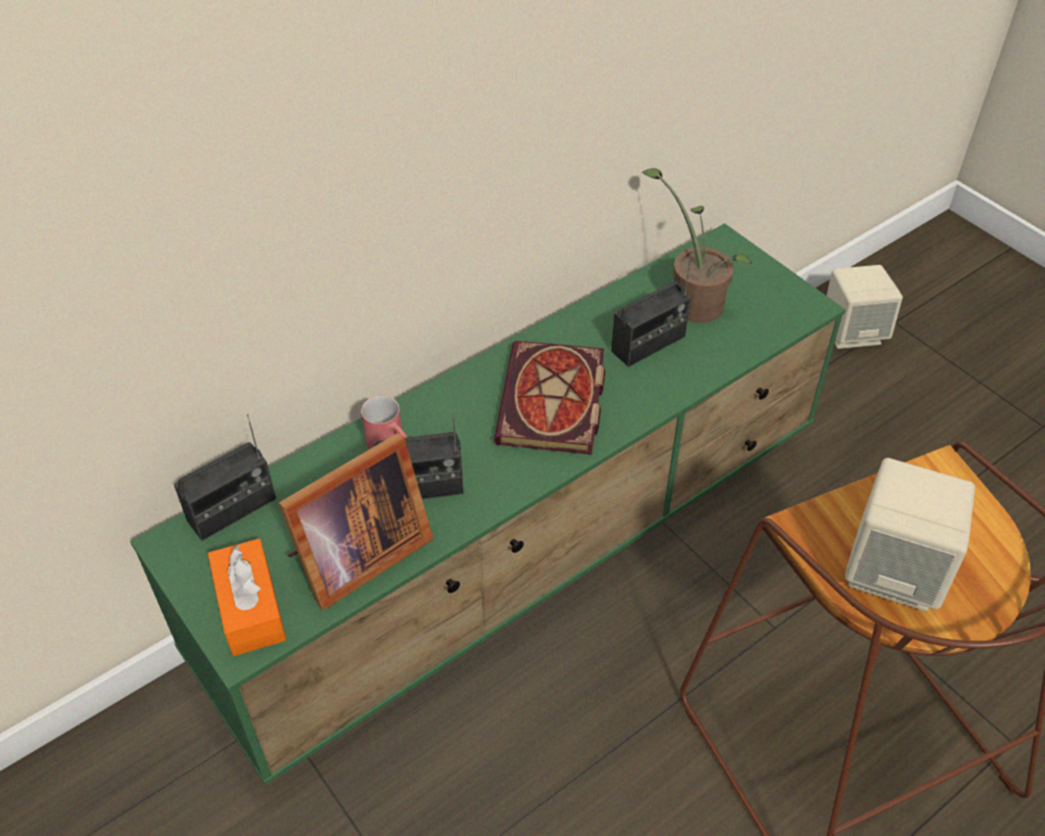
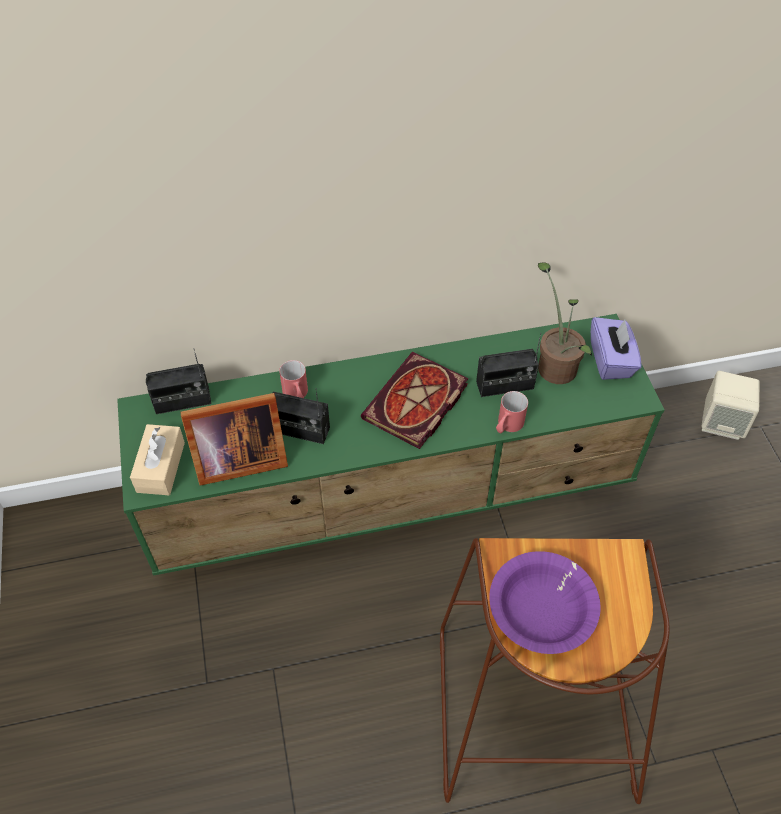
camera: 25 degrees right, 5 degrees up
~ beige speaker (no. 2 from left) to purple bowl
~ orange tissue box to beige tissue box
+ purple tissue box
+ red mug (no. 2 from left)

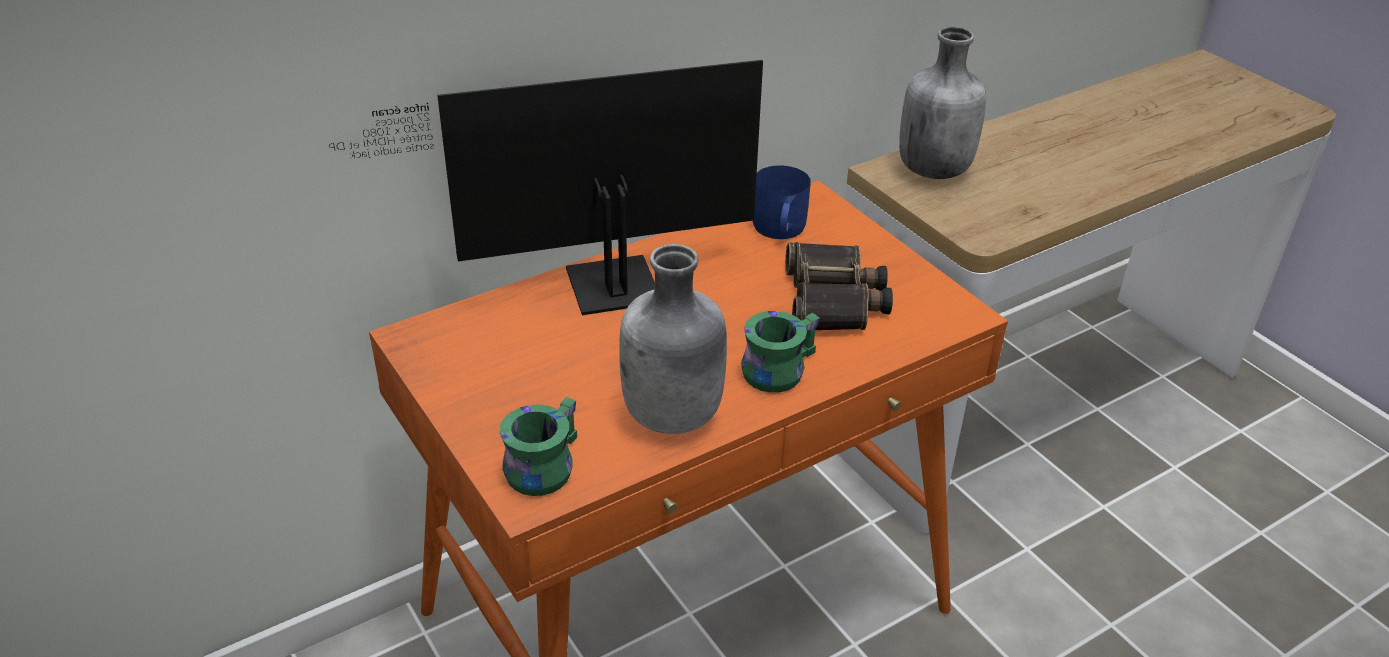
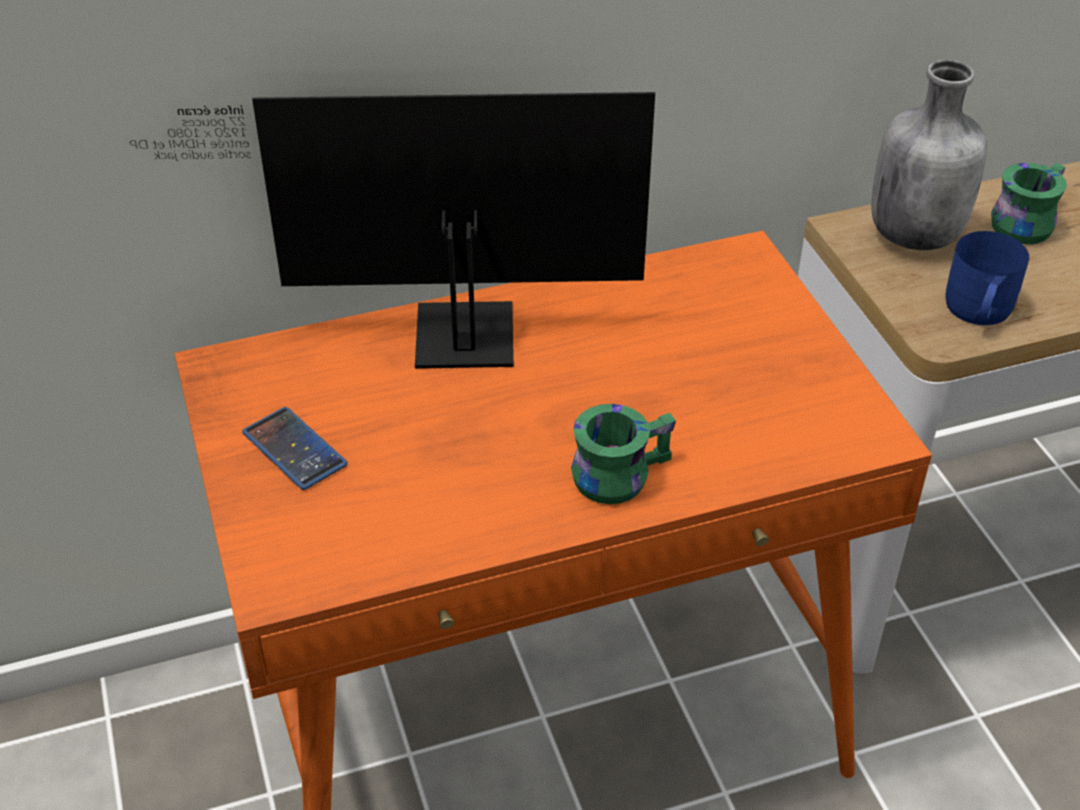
camera: 15 degrees right, 5 degrees up
~ blue mug
- binoculars
- grey bottle (no. 1 from left)
~ green mug (no. 1 from left in the first image) to green mug (no. 2 from left)
+ phone

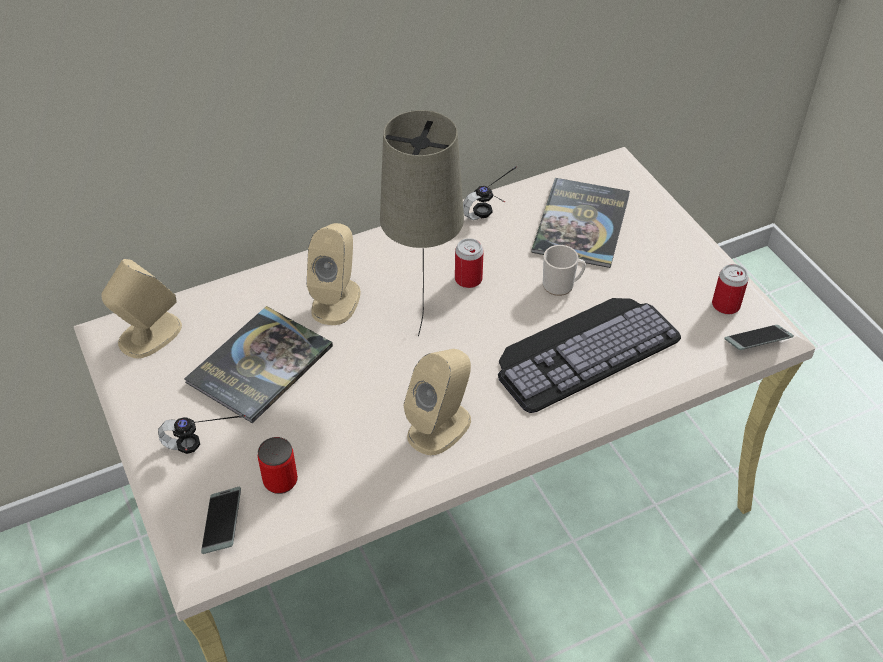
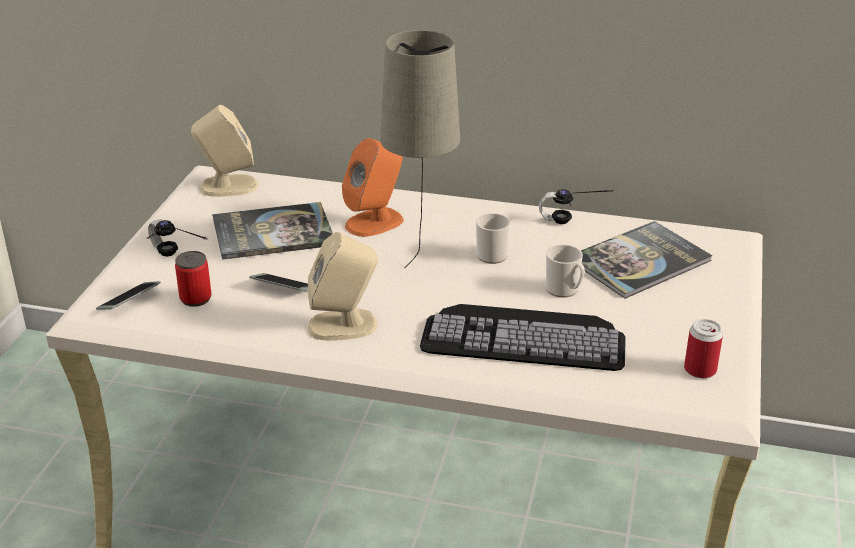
camera: 40 degrees right, 15 degrees down
~ beige speaker (no. 2 from left) to orange speaker
~ can (no. 2 from left) to mug (no. 1 from left)
~ phone (no. 2 from left)

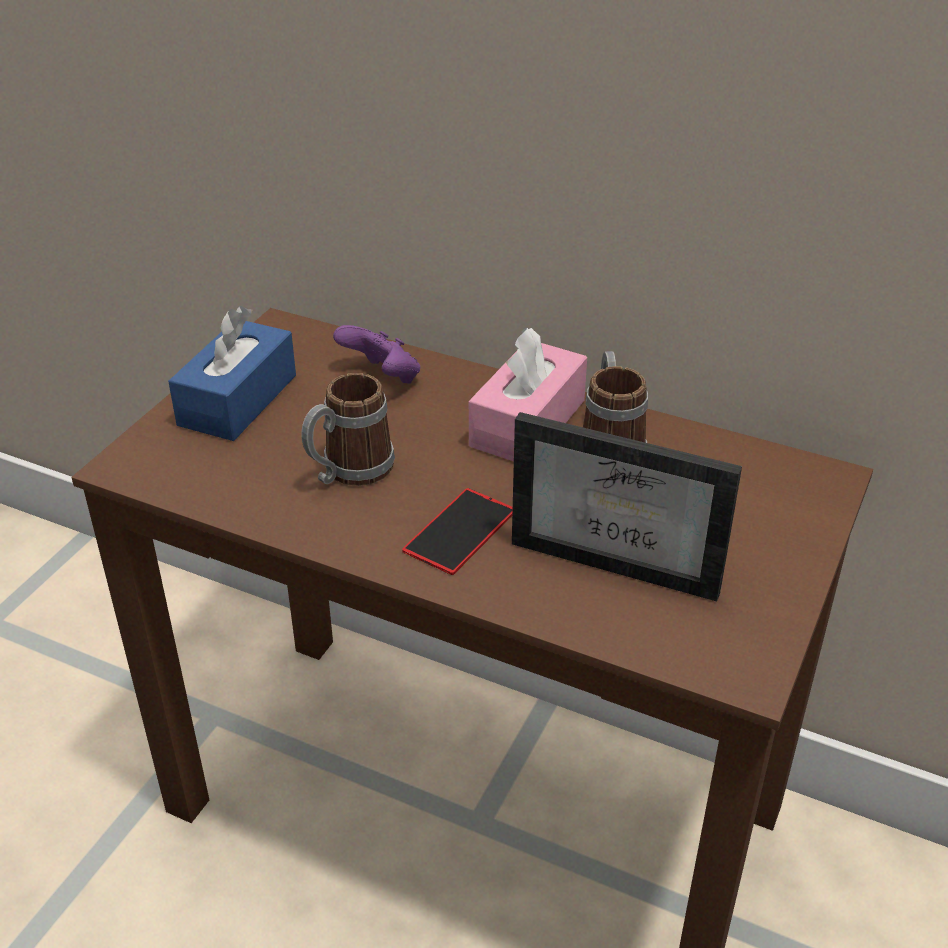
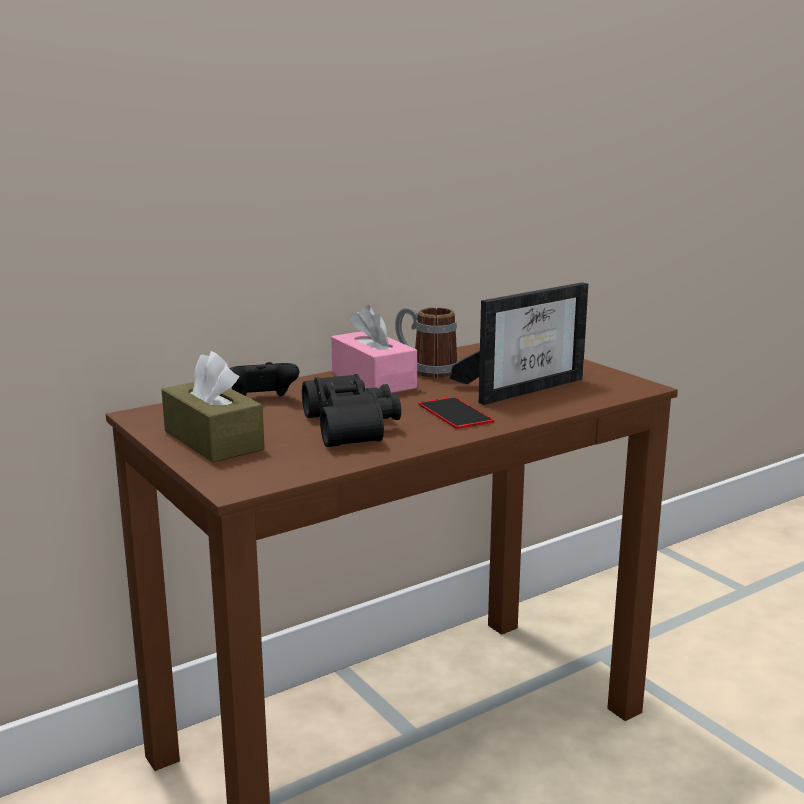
camera: 60 degrees left, 20 degrees down
~ blue tissue box to brown tissue box
~ purple game controller to black game controller
~ mug (no. 1 from left) to black binoculars

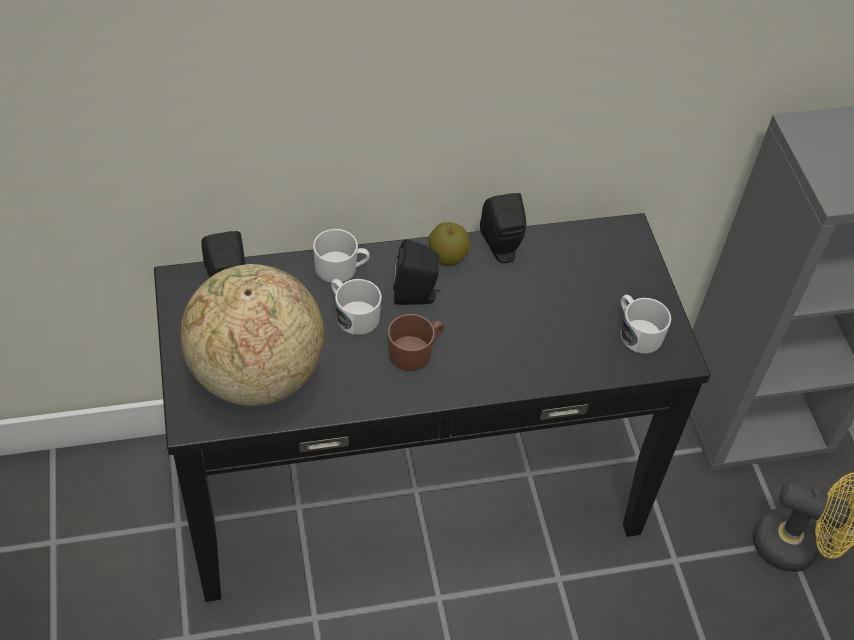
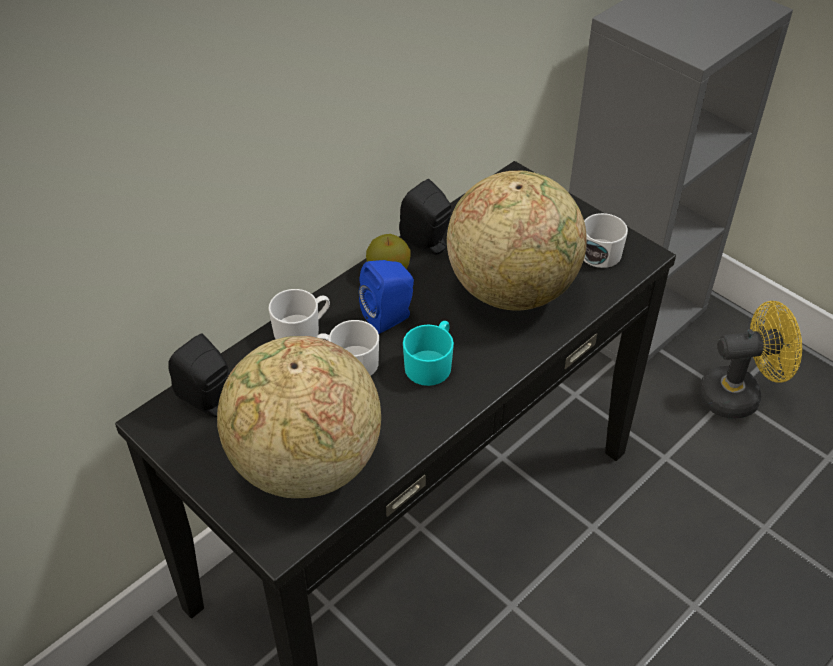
camera: 30 degrees left, 5 degrees down
~ black speaker (no. 2 from left) to blue speaker
~ brown mug to turquoise mug
+ globe (no. 2 from left)

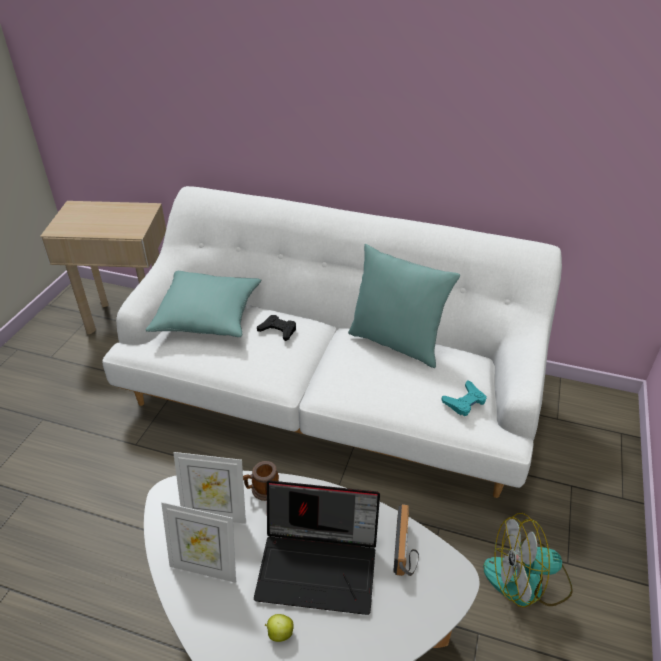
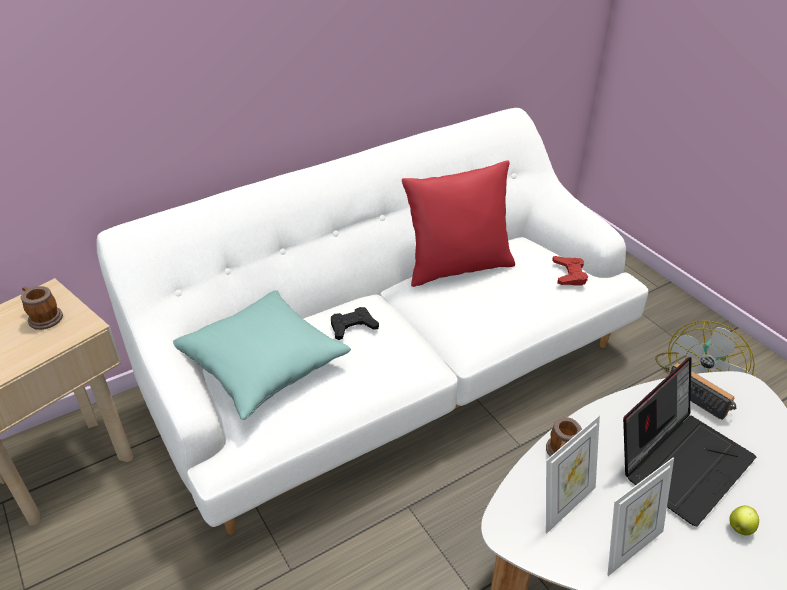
camera: 50 degrees left, 0 degrees up
~ turquoise pillow (no. 2 from left) to red pillow
~ turquoise game controller to red game controller
+ mug (no. 1 from left)

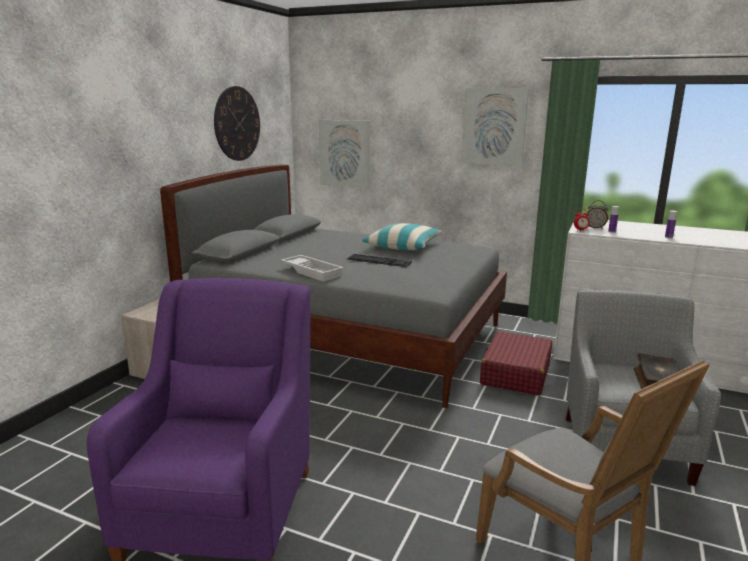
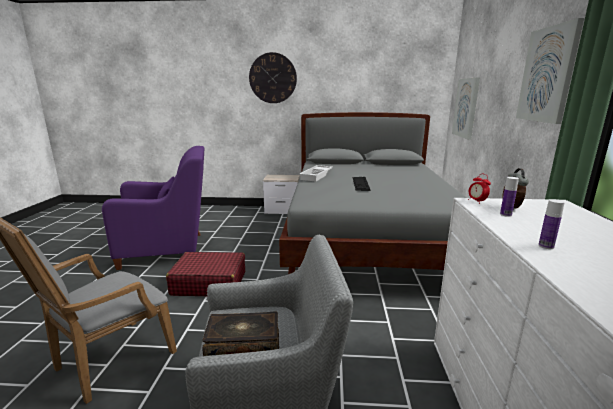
camera: 70 degrees right, 0 degrees up
~ wall clock
- pillow
~ red suitcase

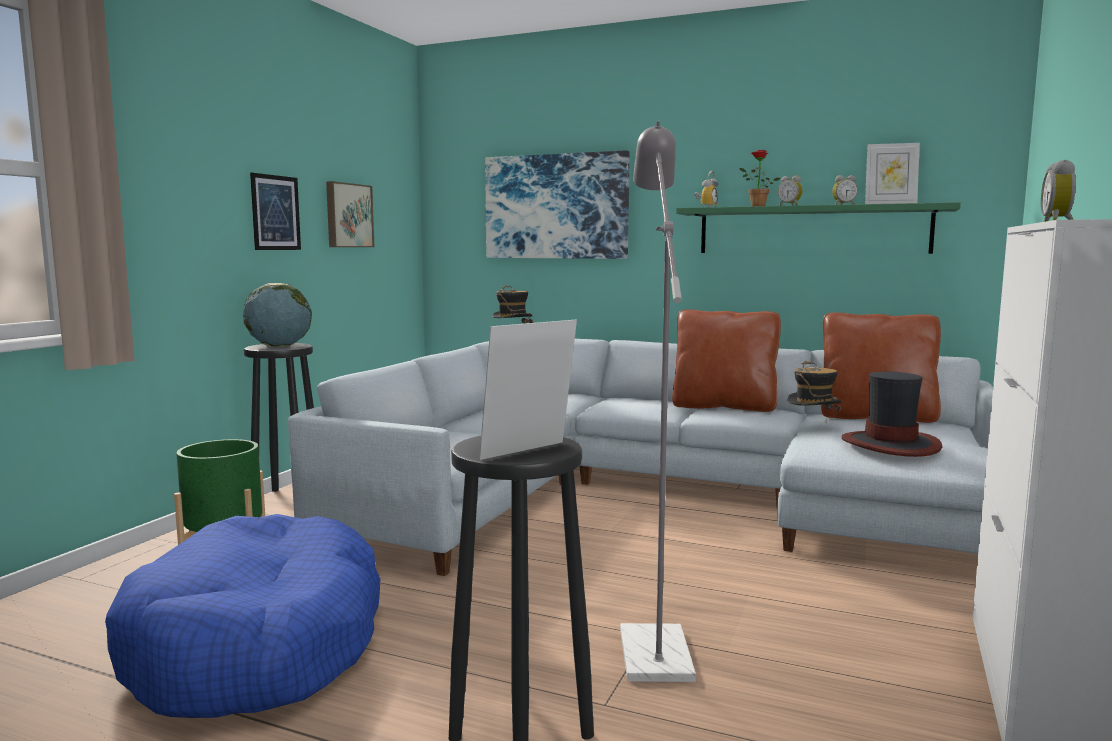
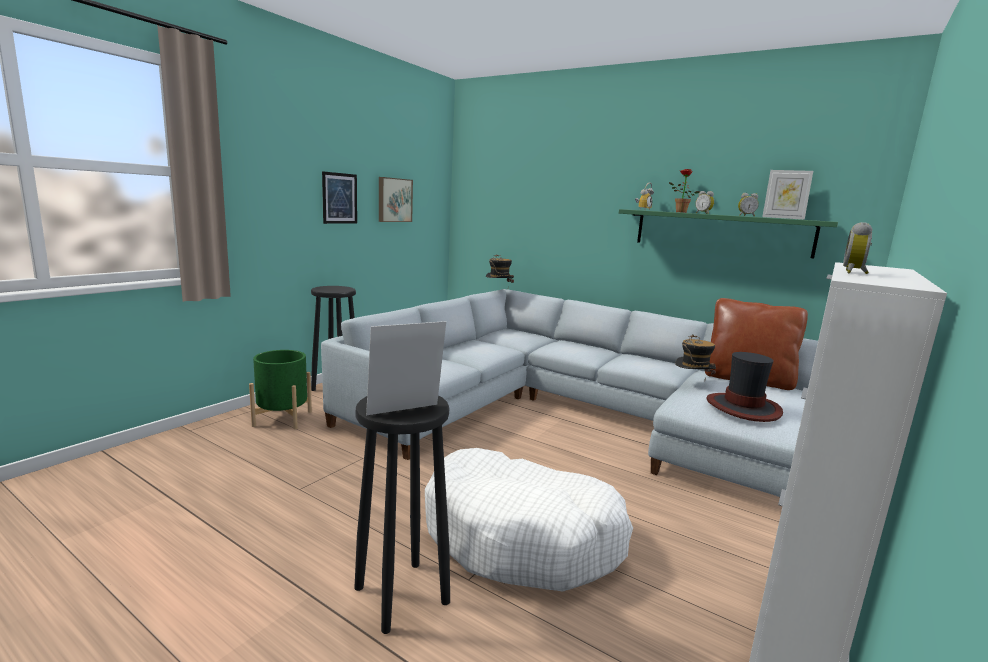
camera: 10 degrees right, 5 degrees up
~ grey floor lamp to white dog bed
- picture (no. 3 from left)
- globe
- brown pillow (no. 1 from left)
- blue dog bed

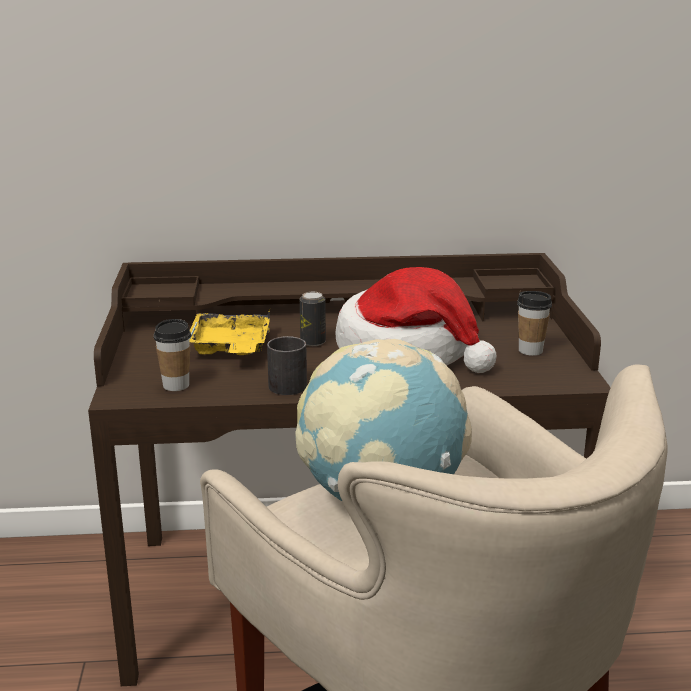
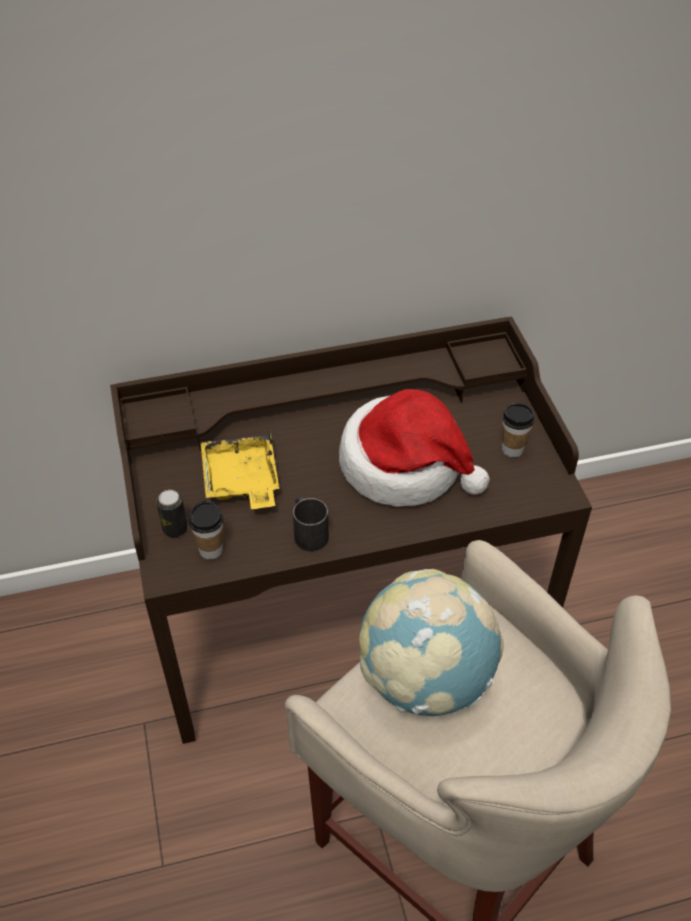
camera: 10 degrees left, 25 degrees up
~ can

